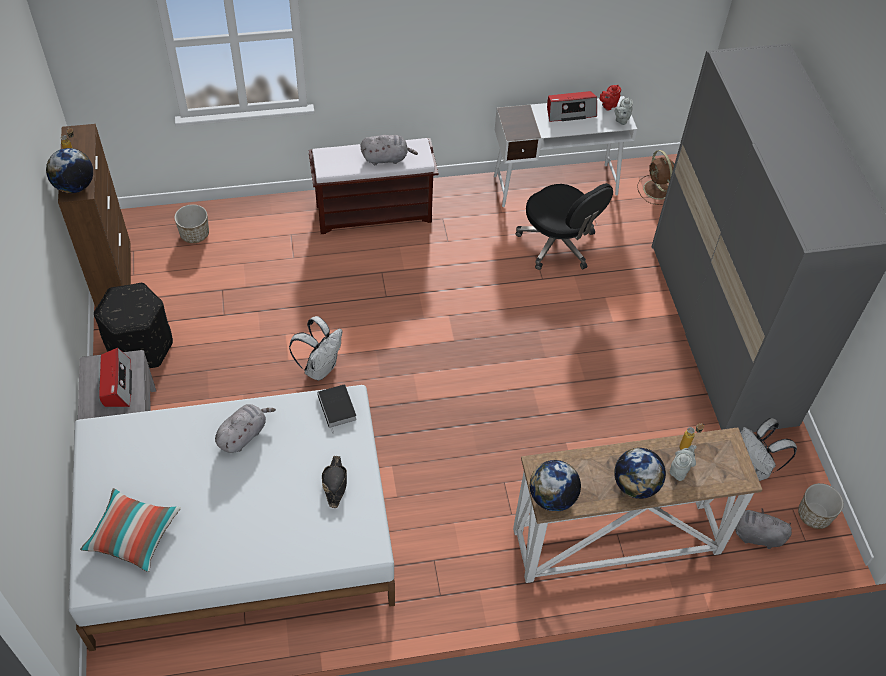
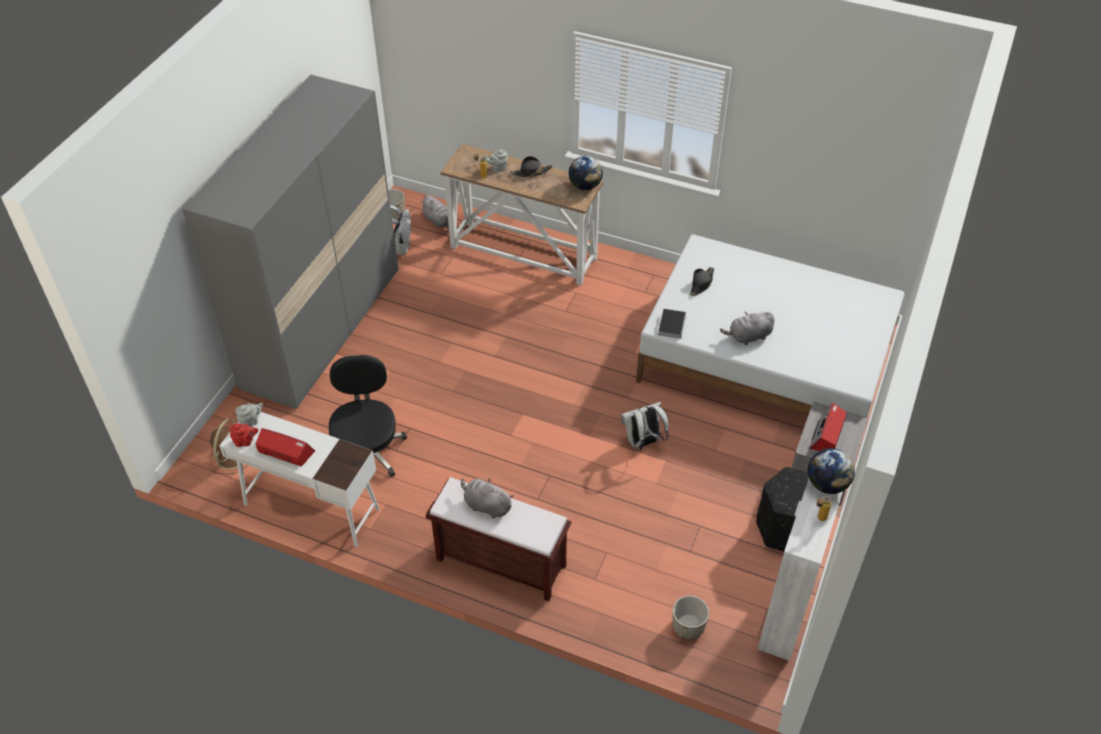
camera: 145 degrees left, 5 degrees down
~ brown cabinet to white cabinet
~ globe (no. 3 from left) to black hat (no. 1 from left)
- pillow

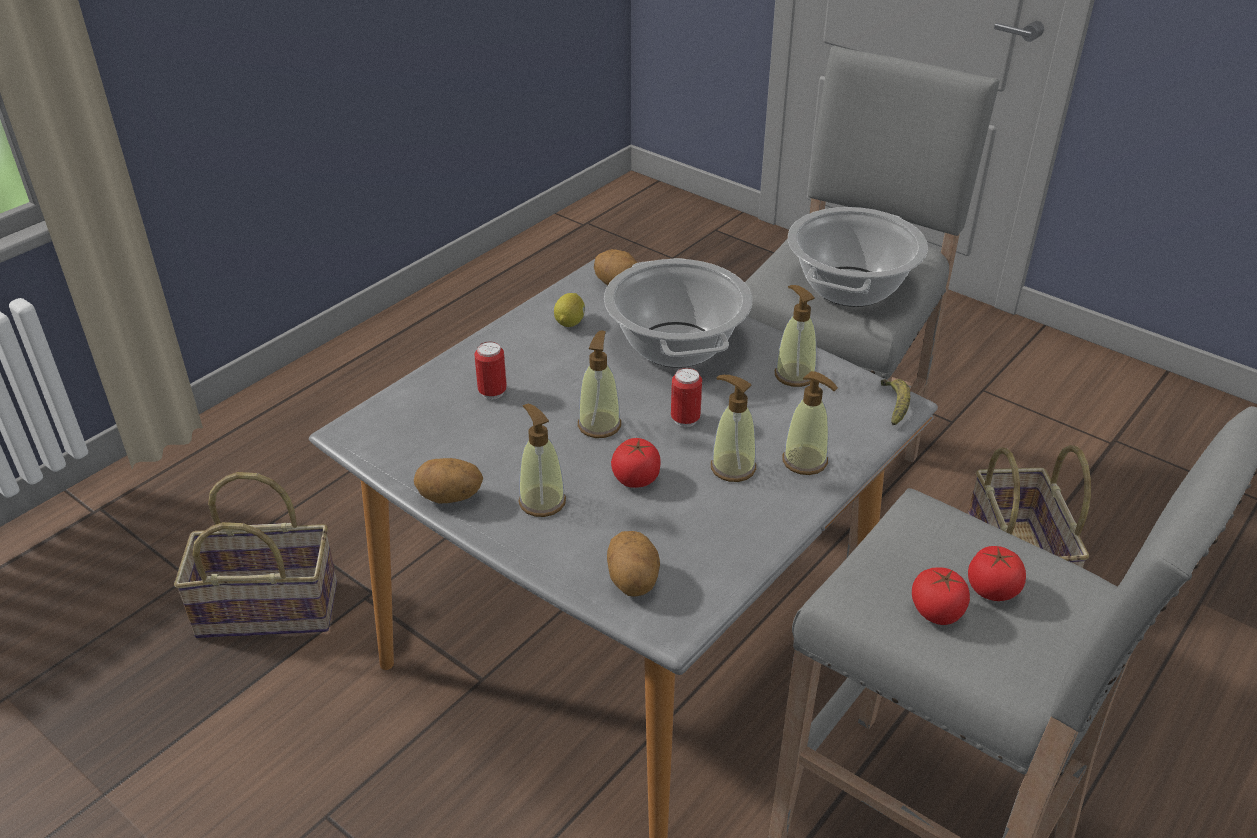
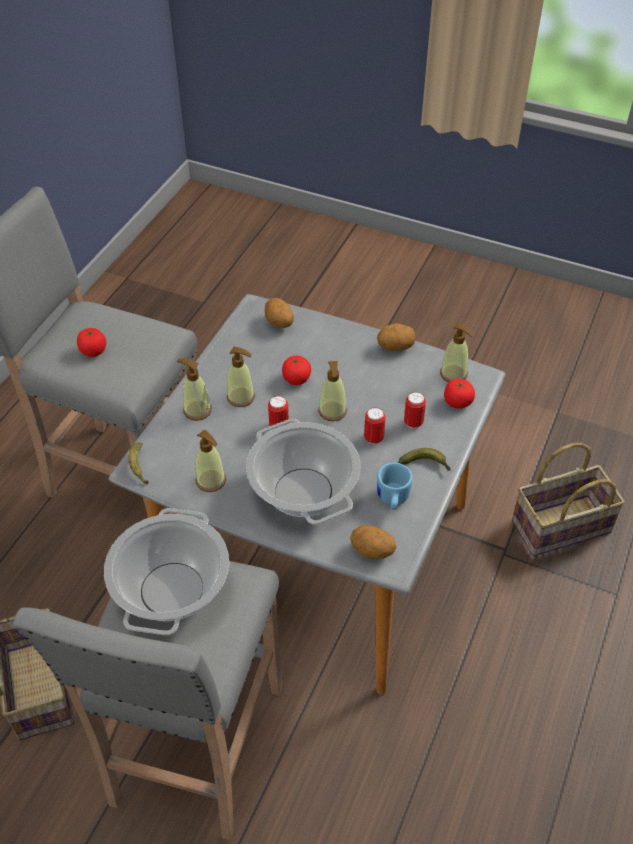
camera: 165 degrees right, 10 degrees up
~ lemon to blue mug
~ soap dispenser (no. 1 from left in the first image) to soap dispenser (no. 5 from left)
~ tomato (no. 2 from left in the first image) to tomato (no. 3 from left)
+ can (no. 2 from left)
+ banana (no. 2 from left)

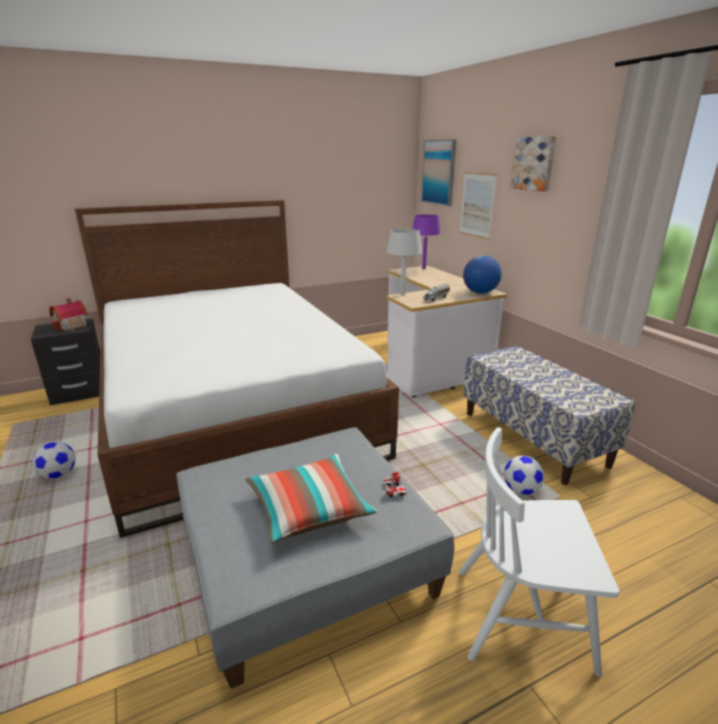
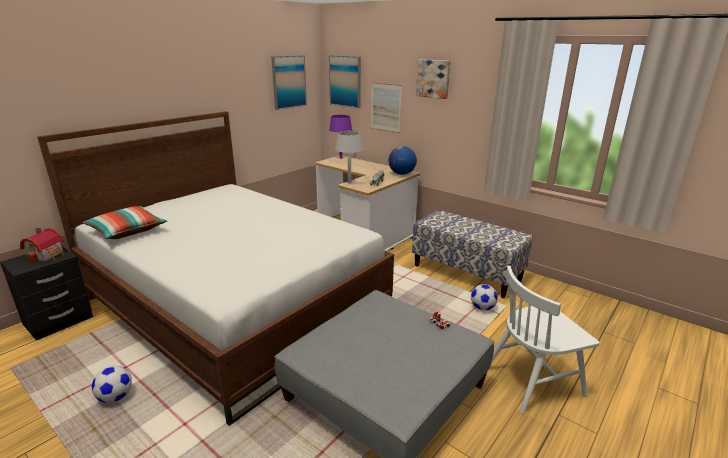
camera: 25 degrees left, 0 degrees up
~ pillow
+ picture (no. 1 from left)

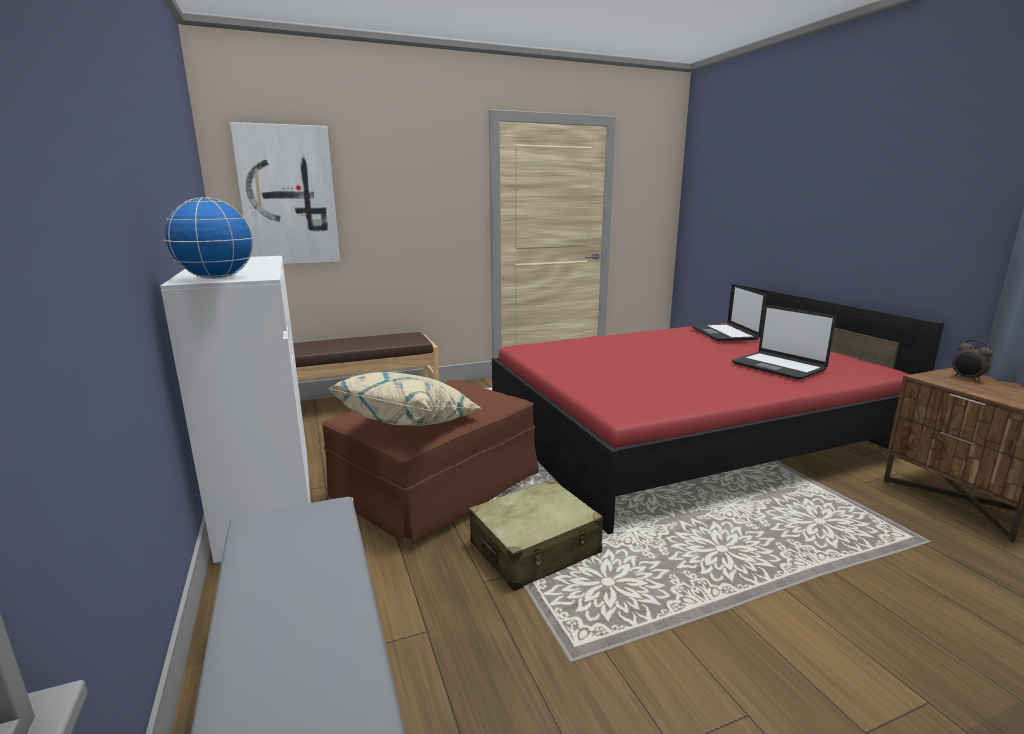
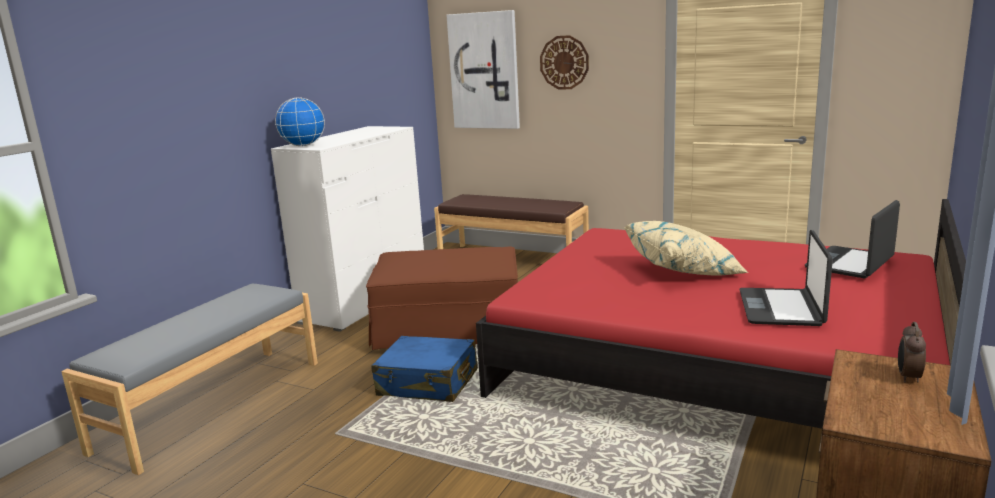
camera: 50 degrees right, 0 degrees up
~ beige pillow
~ beige suitcase to blue suitcase
+ wall clock

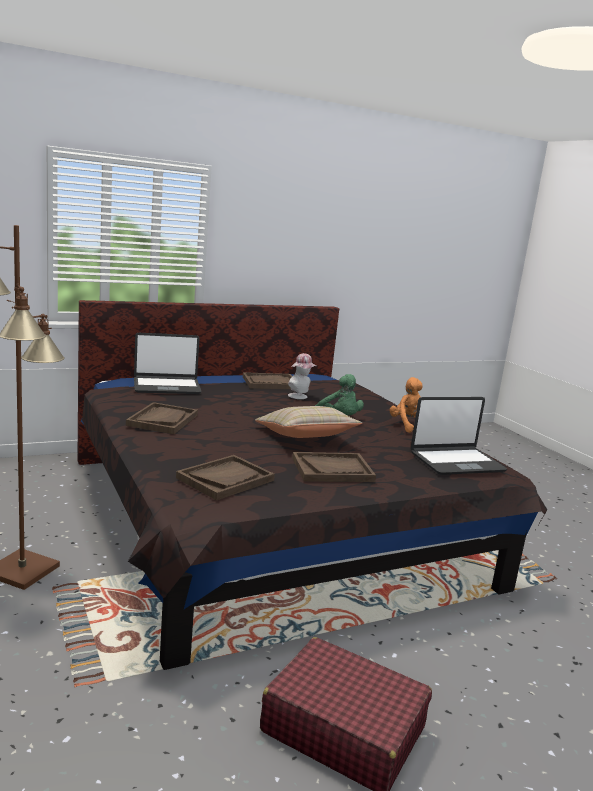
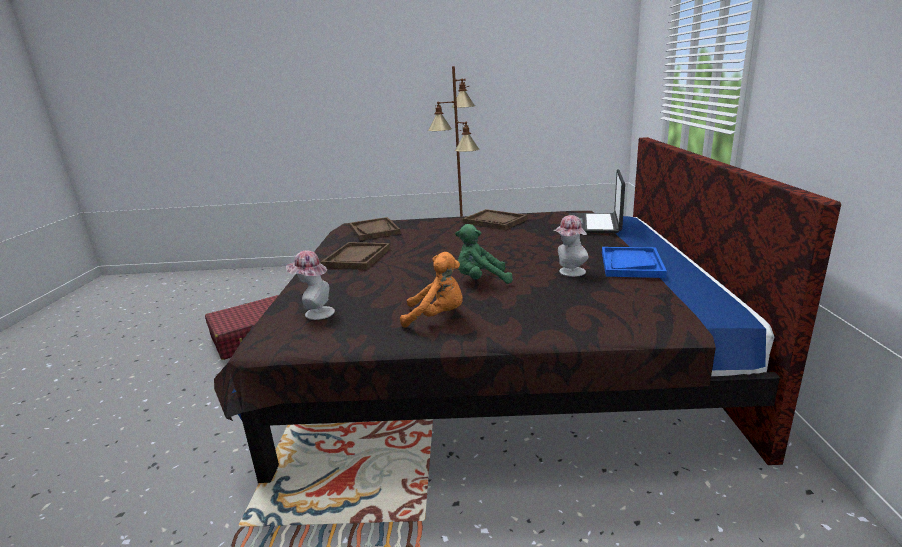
camera: 120 degrees right, 5 degrees up
~ brown tray (no. 3 from left) to blue tray
~ laptop (no. 2 from left) to hat (no. 1 from left)
- beige pillow

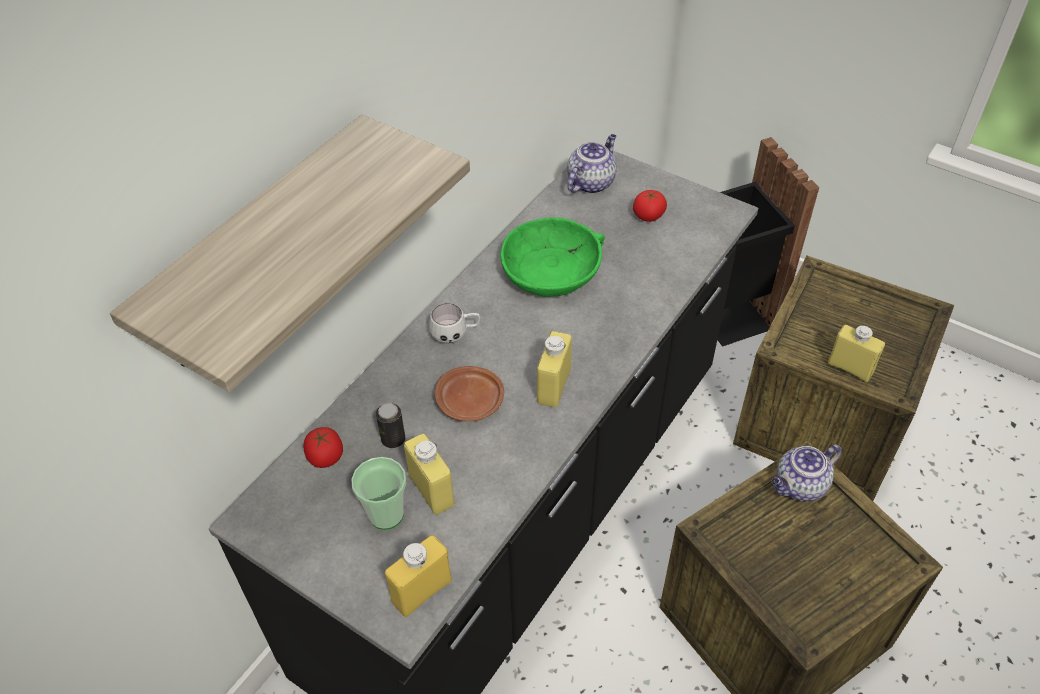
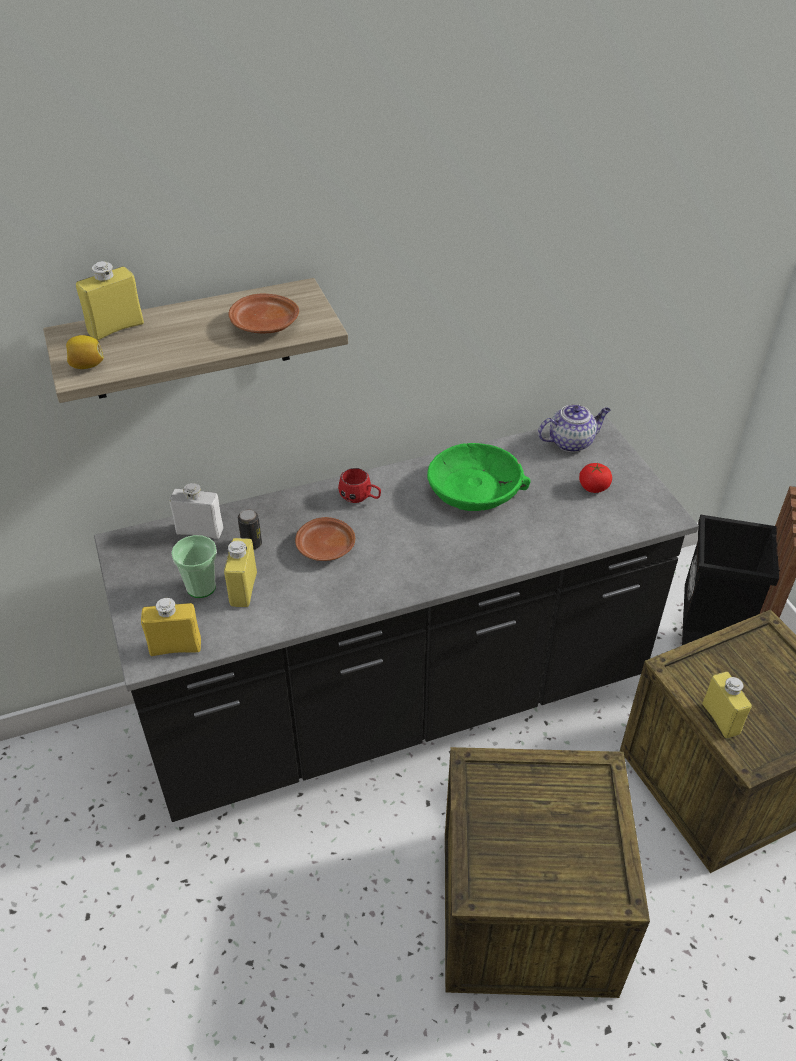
camera: 35 degrees right, 5 degrees down
~ white mug to red mug
~ yellow bottle (no. 3 from left in the first image) to yellow bottle (no. 1 from left)
~ tomato (no. 1 from left) to white bottle
- teapot (no. 2 from left)
+ brown plate (no. 1 from left)
+ lemon

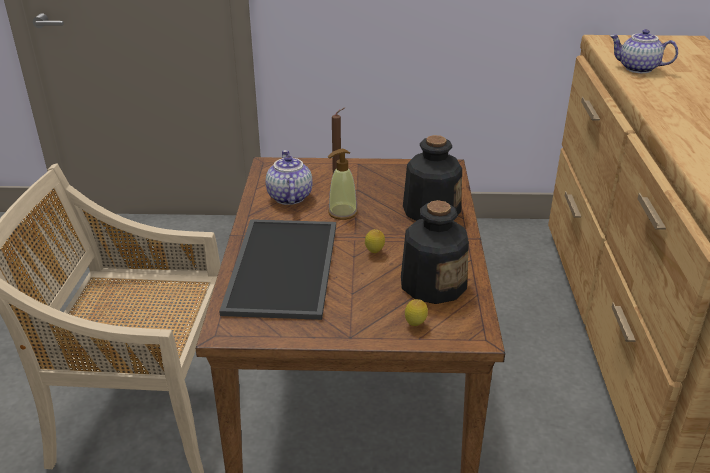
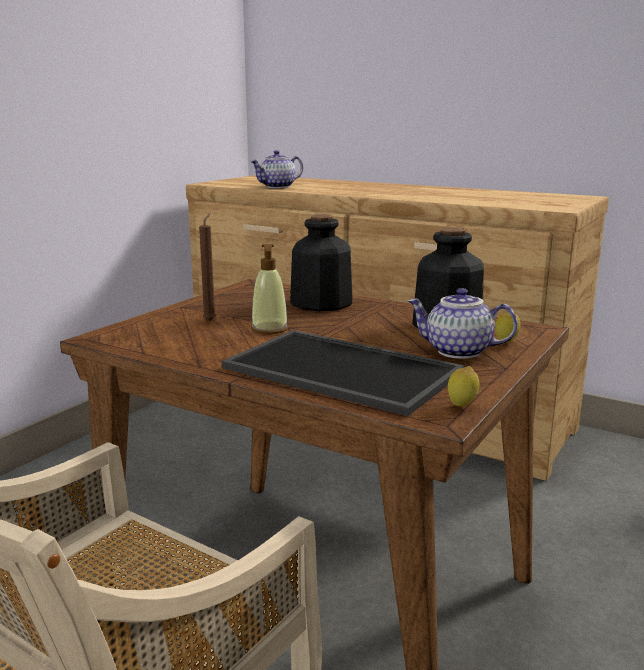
camera: 60 degrees left, 15 degrees down
~ teapot (no. 1 from left in the first image) to teapot (no. 2 from left)
~ lemon (no. 1 from left)

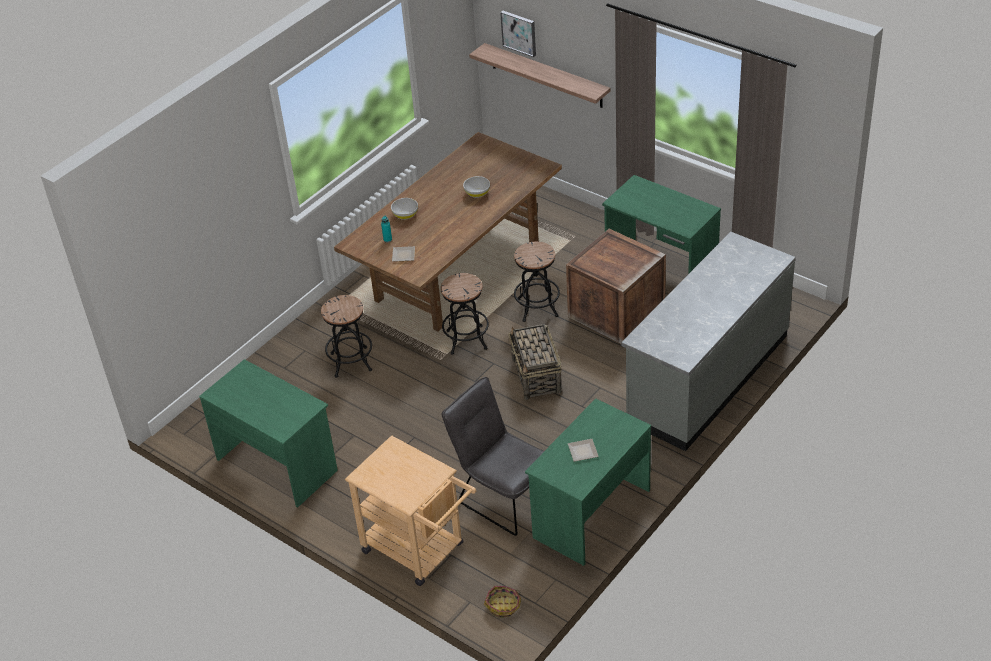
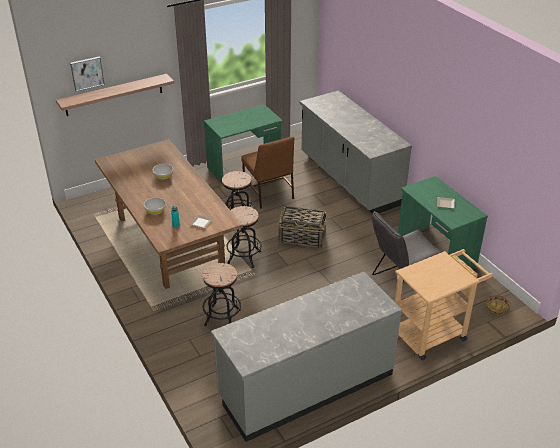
camera: 70 degrees left, 5 degrees down
~ crate to brown chair
~ green desk (no. 1 from left) to grey counter (no. 1 from left)

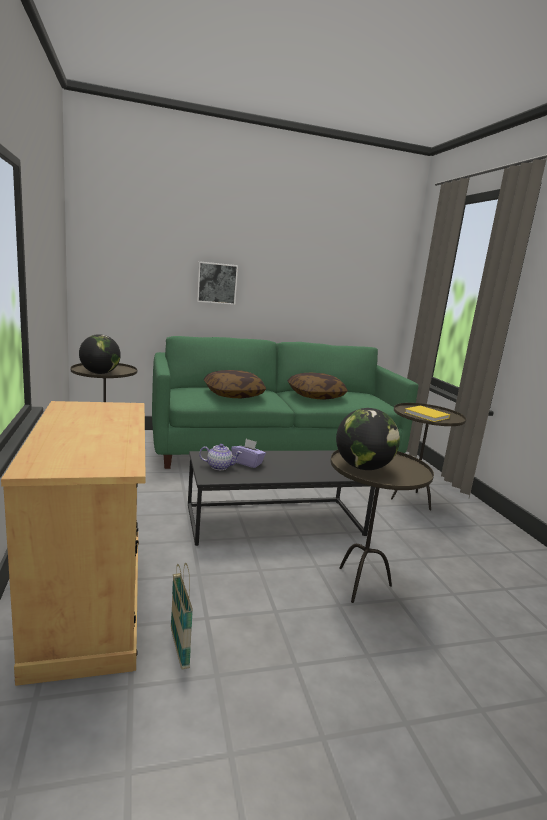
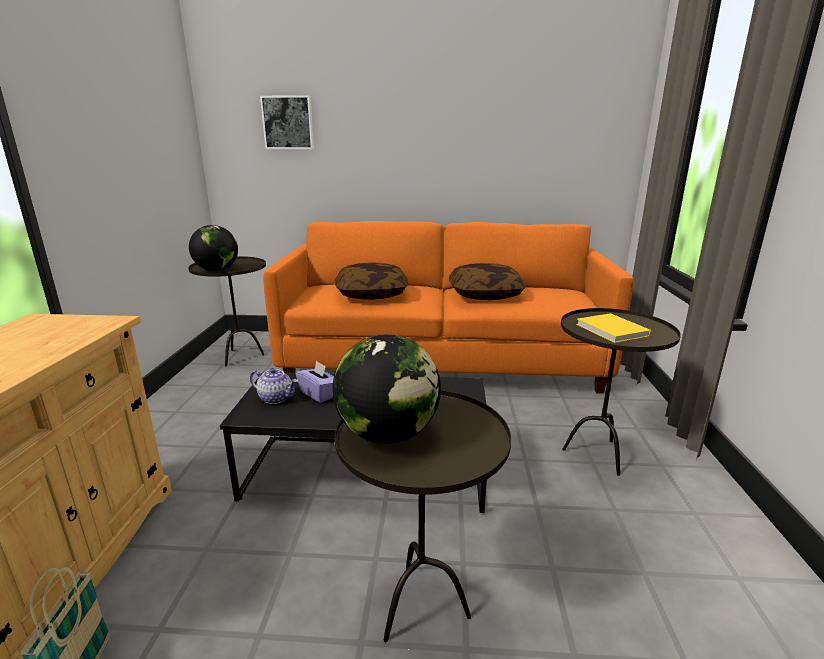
camera: 20 degrees right, 5 degrees up
~ picture
~ green sofa to orange sofa

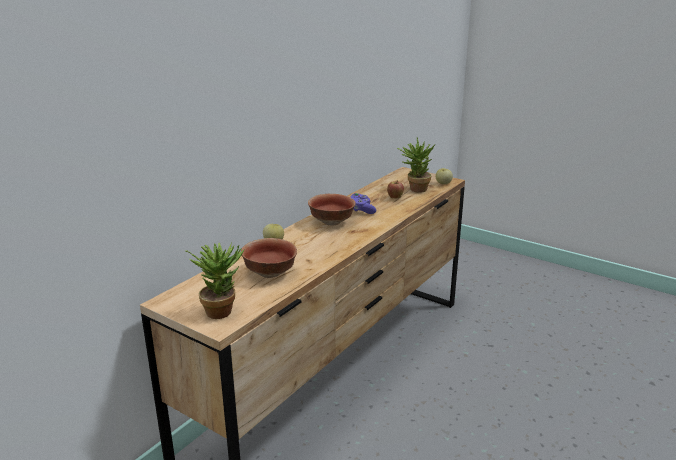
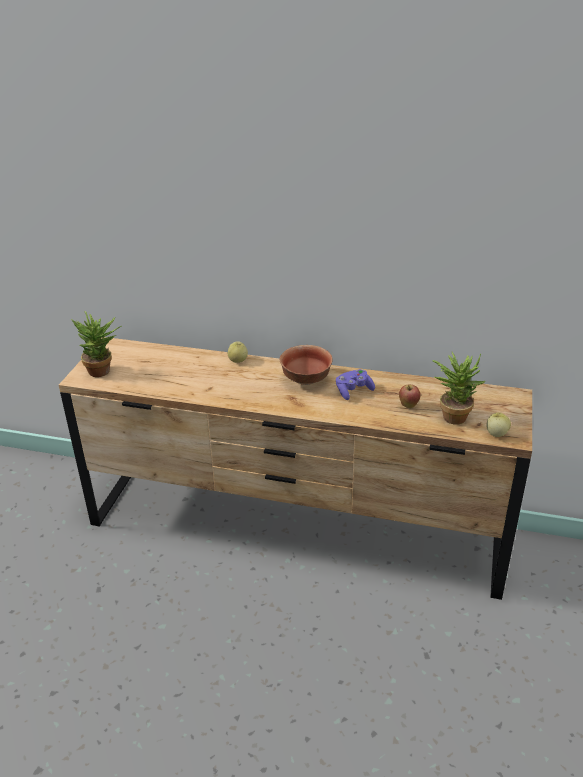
camera: 70 degrees right, 10 degrees up
- bowl (no. 1 from left)

